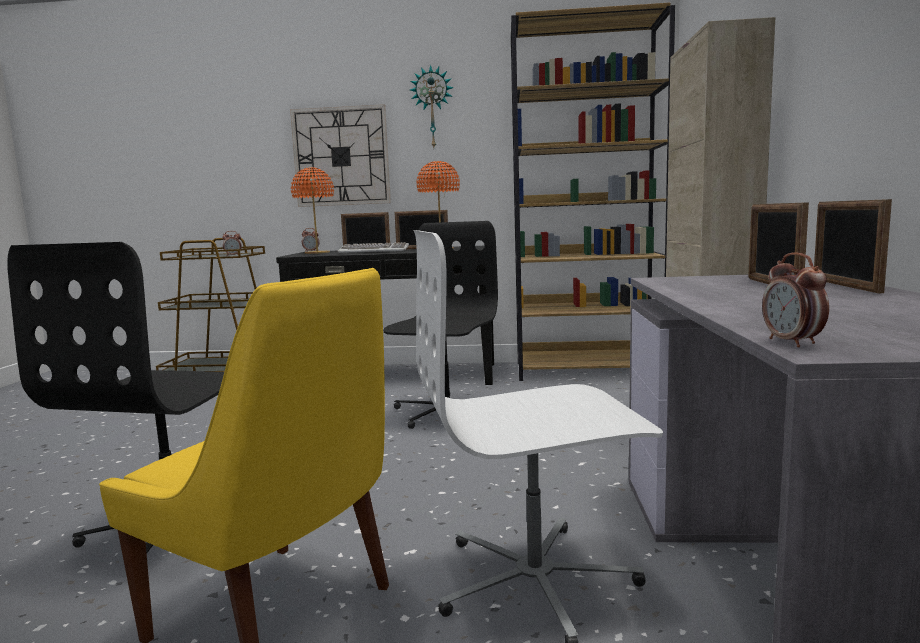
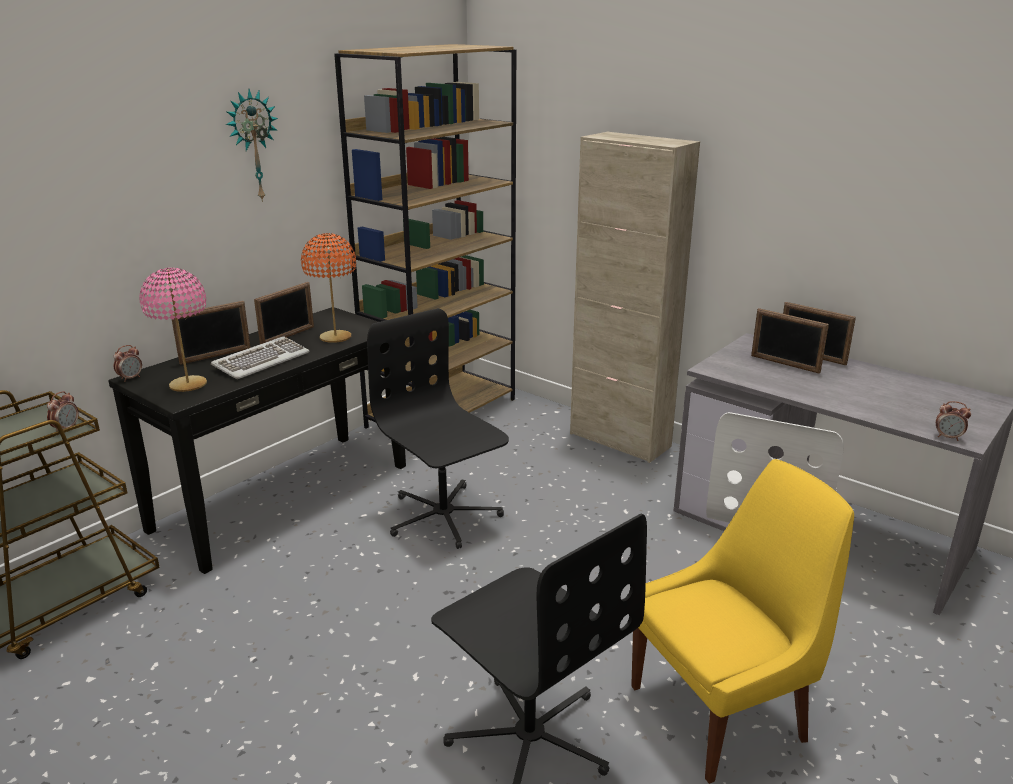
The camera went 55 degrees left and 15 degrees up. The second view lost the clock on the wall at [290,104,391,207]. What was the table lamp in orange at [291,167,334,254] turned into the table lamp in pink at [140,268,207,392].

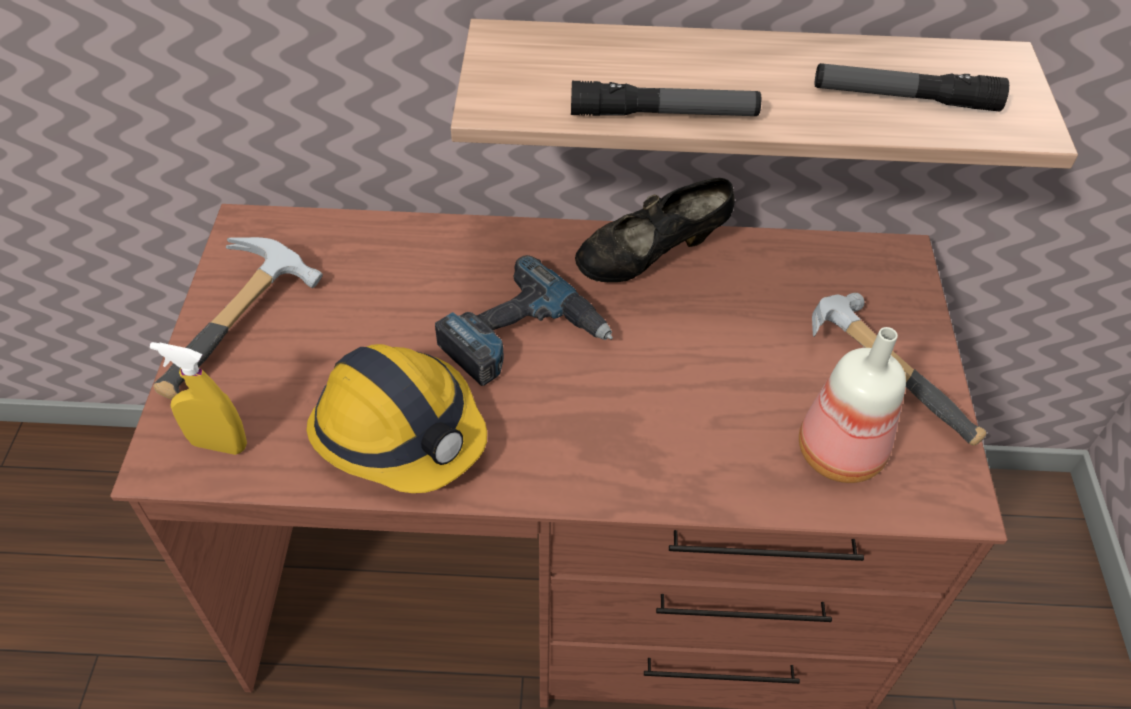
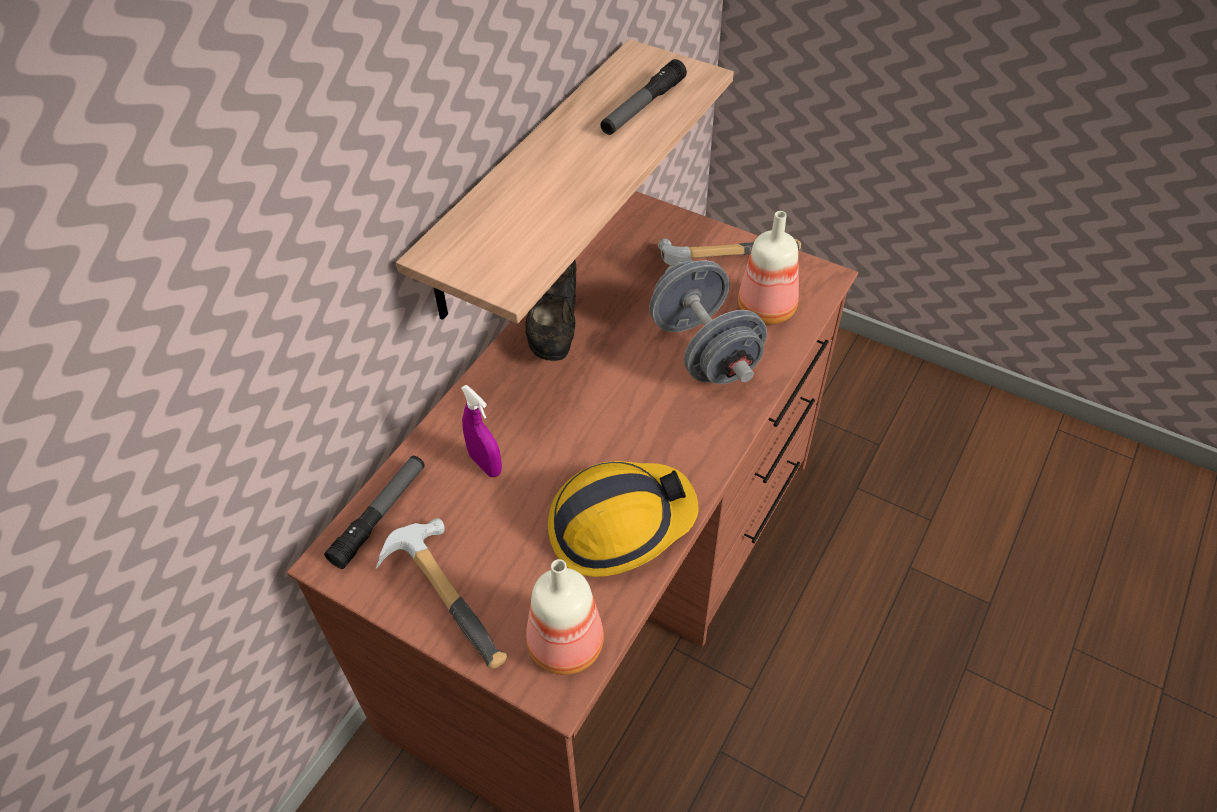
The camera went 60 degrees left and 0 degrees up. The flashlight ended up elsewhere, having gone from [571,81,761,116] to [324,456,425,569]. The second view lost the drill at [435,255,613,386]. Where the hand sprayer in yellow stood at [150,342,247,455], the drink bottle came to stand at [526,559,604,675]. The second view gained the dumbbell in greyish at [649,260,767,384]. The second view gained the hand sprayer in purplish at [461,385,502,477].

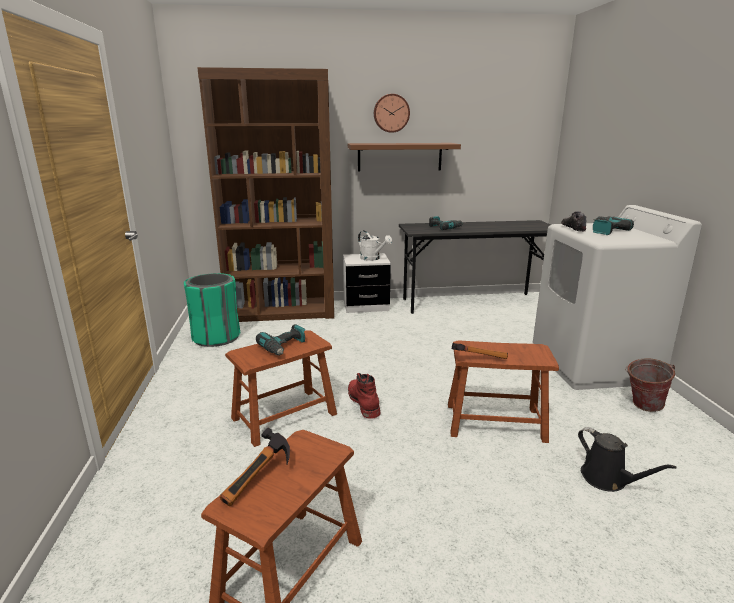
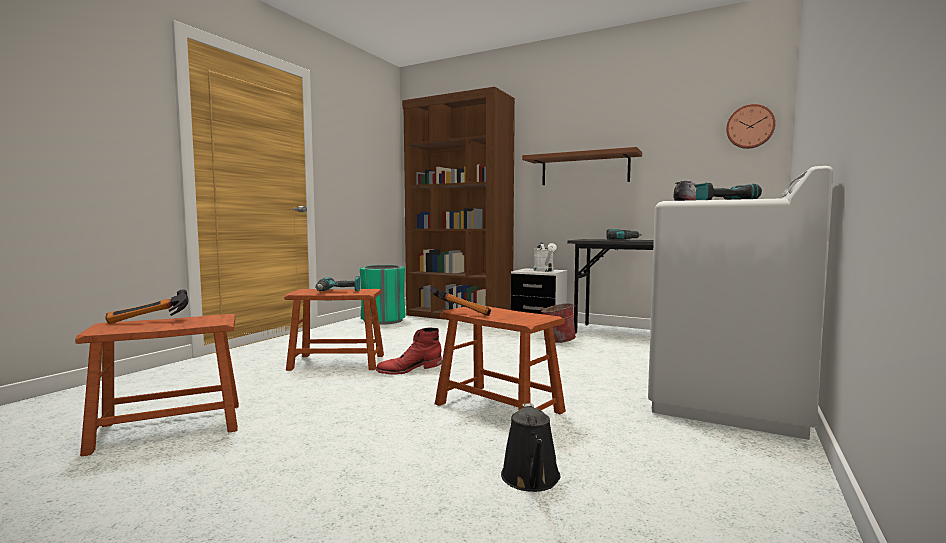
The camera went 35 degrees right and 15 degrees down. The clock on the wall ended up elsewhere, having gone from [374,94,410,133] to [726,104,776,149]. The bucket ended up elsewhere, having gone from [625,358,675,412] to [541,303,576,343]. The boot in red-coloured at [348,373,381,419] ended up facing another way, 135 degrees counterclockwise from before.

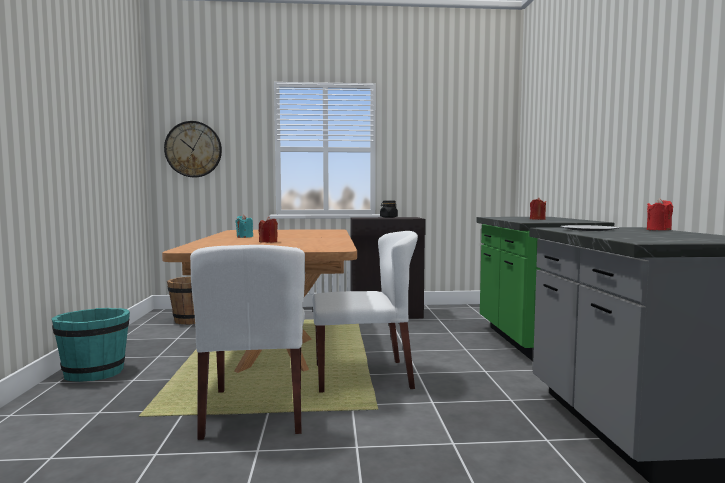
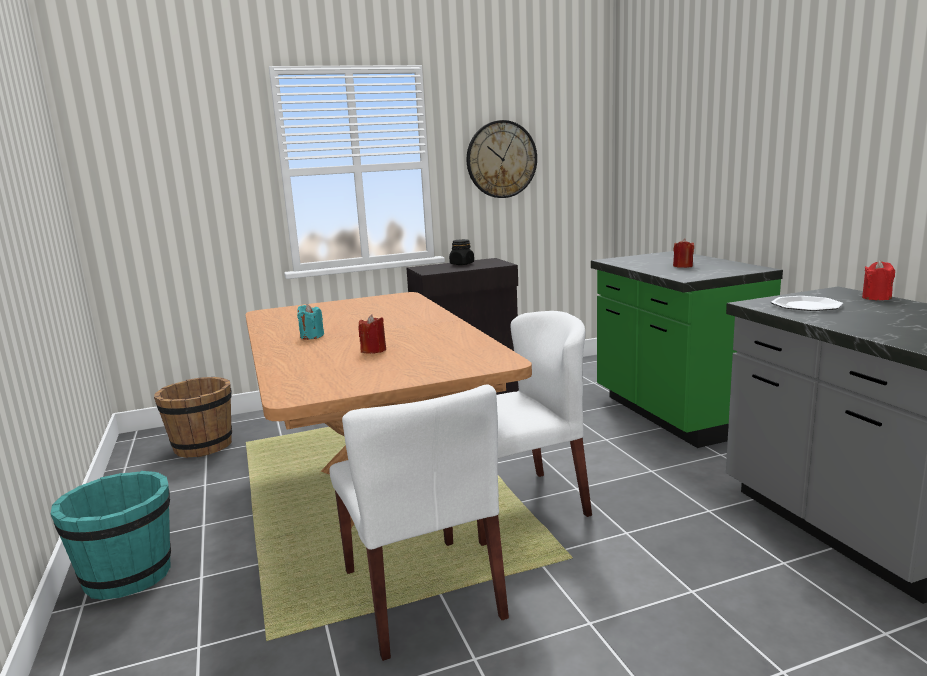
The camera went 15 degrees left and 10 degrees up. The clock on the wall ended up elsewhere, having gone from [164,121,222,178] to [466,120,537,198].

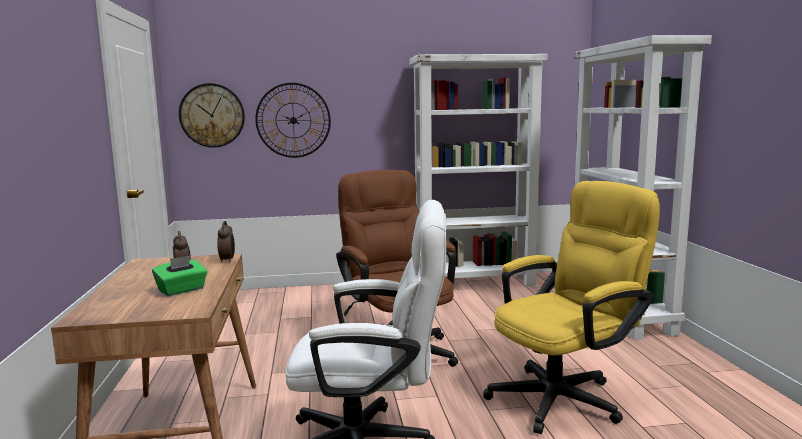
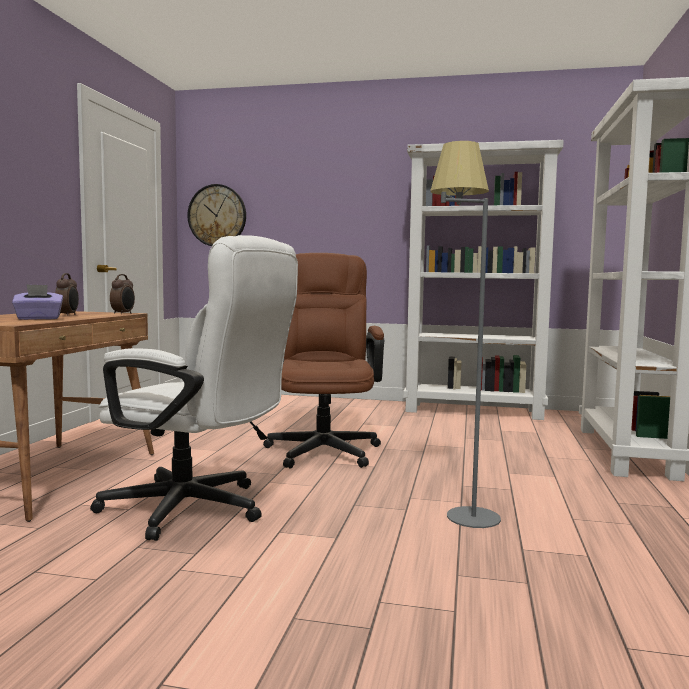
The camera went 20 degrees right and 5 degrees down. The second view lost the clock on the wall at [255,83,331,158]. Where the office chair in yellow stood at [483,181,660,434], the floor lamp in greyish came to stand at [430,141,501,528]. What was the box of tissues in green-coloured at [152,255,207,296] turned into the box of tissues in purplish at [12,284,63,320].

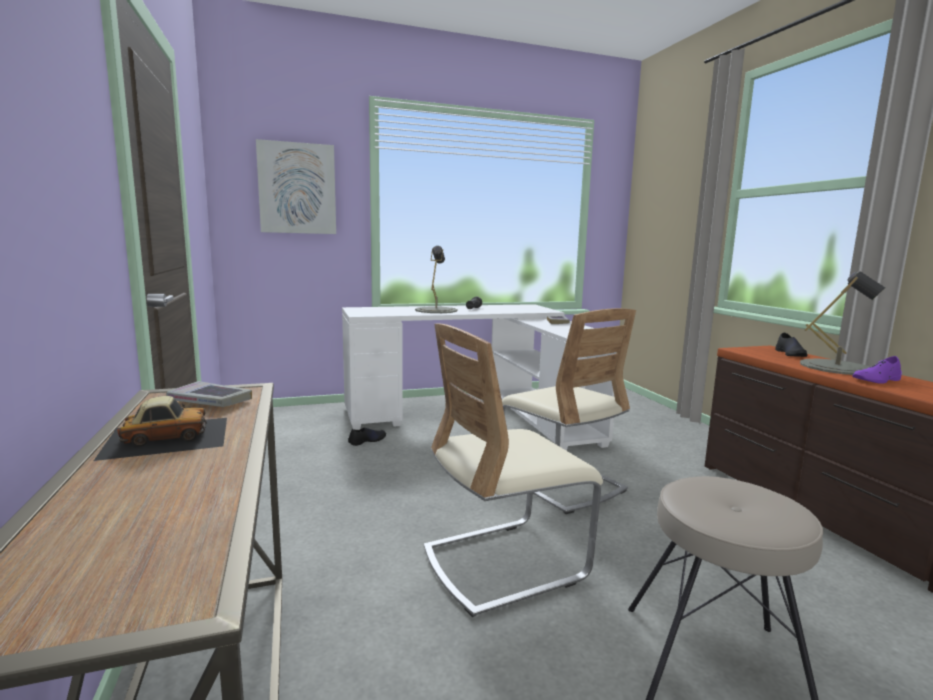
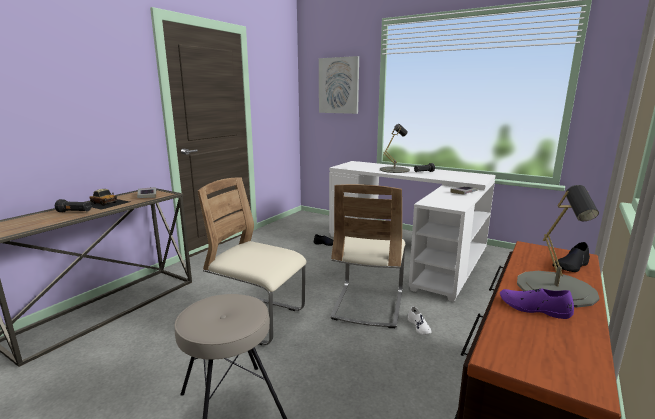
The camera went 50 degrees right and 5 degrees up. The second view gained the flashlight in black at [55,199,91,212]. The second view gained the shoe in white-coloured at [408,306,431,335].

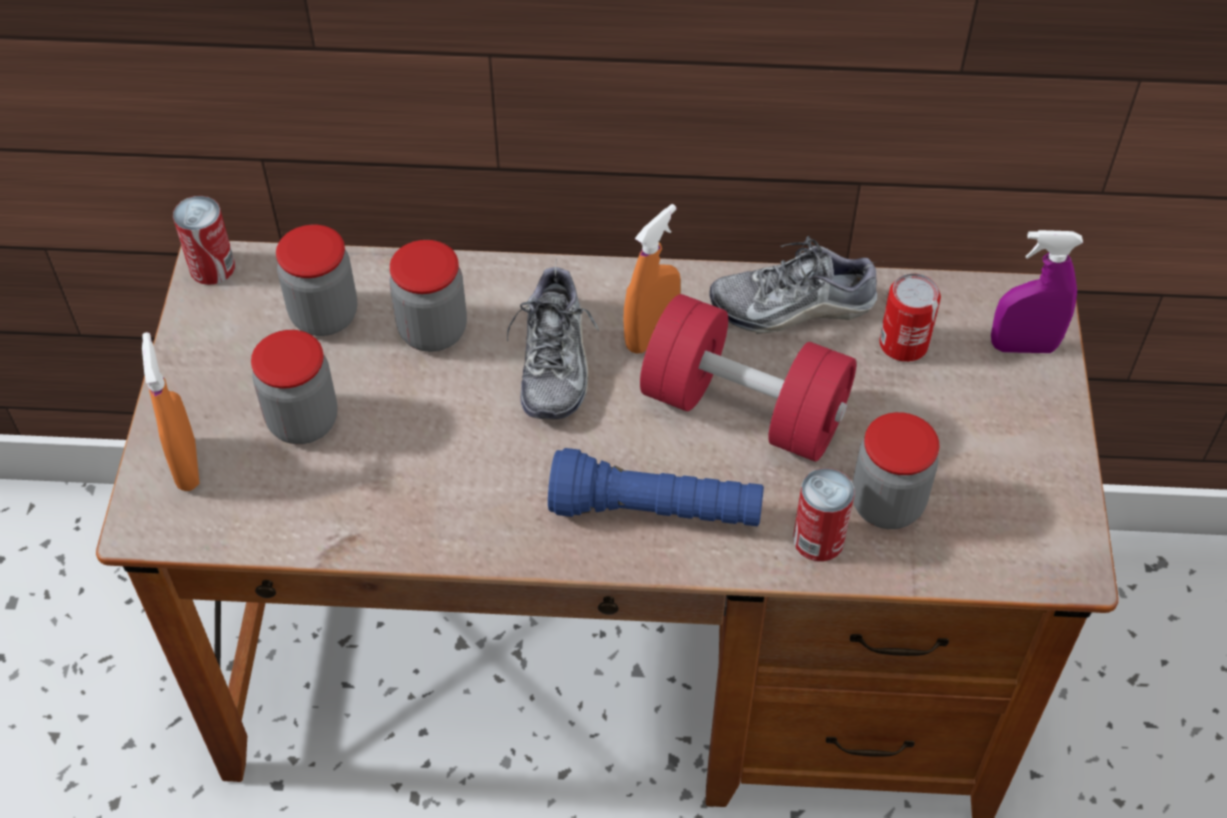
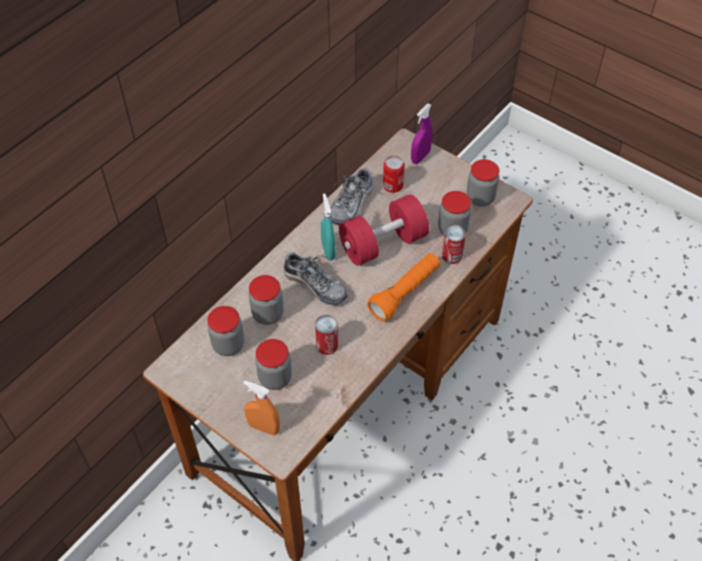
The camera went 55 degrees left and 0 degrees up. The sealed can ended up elsewhere, having gone from [173,196,235,285] to [315,315,338,355]. What was the hand sprayer in orange at [624,204,681,354] turned into the hand sprayer in turquoise-coloured at [321,193,335,260]. What was the flashlight in blue at [548,448,764,526] turned into the flashlight in orange at [367,253,440,321]. The second view gained the storage jar at [467,159,499,207].

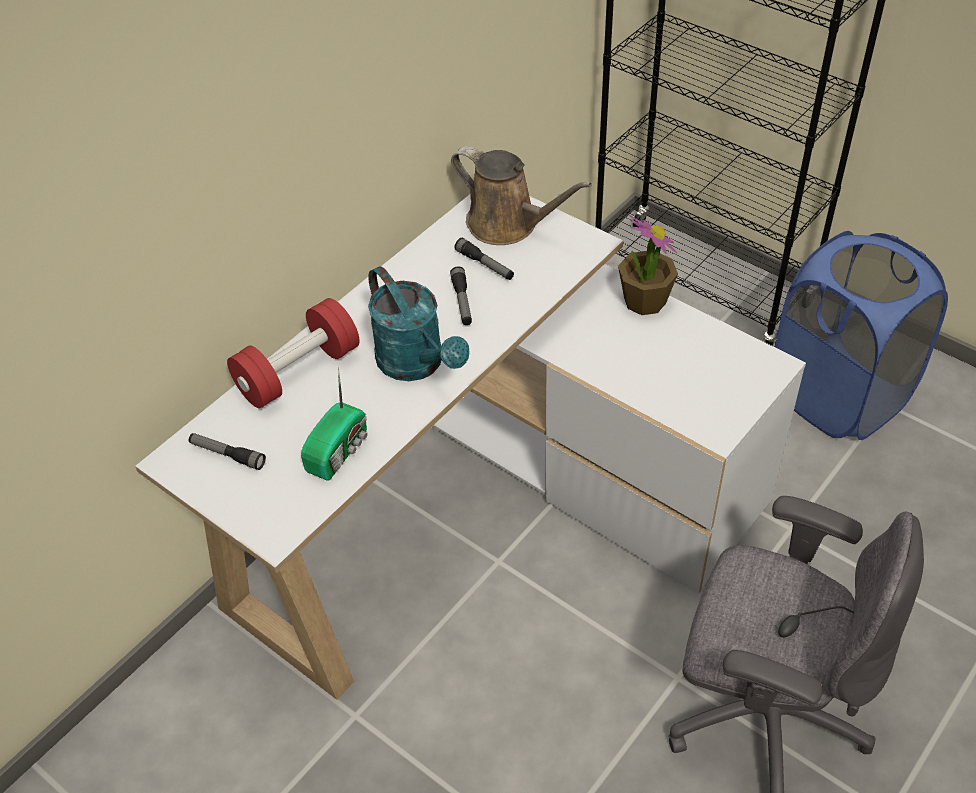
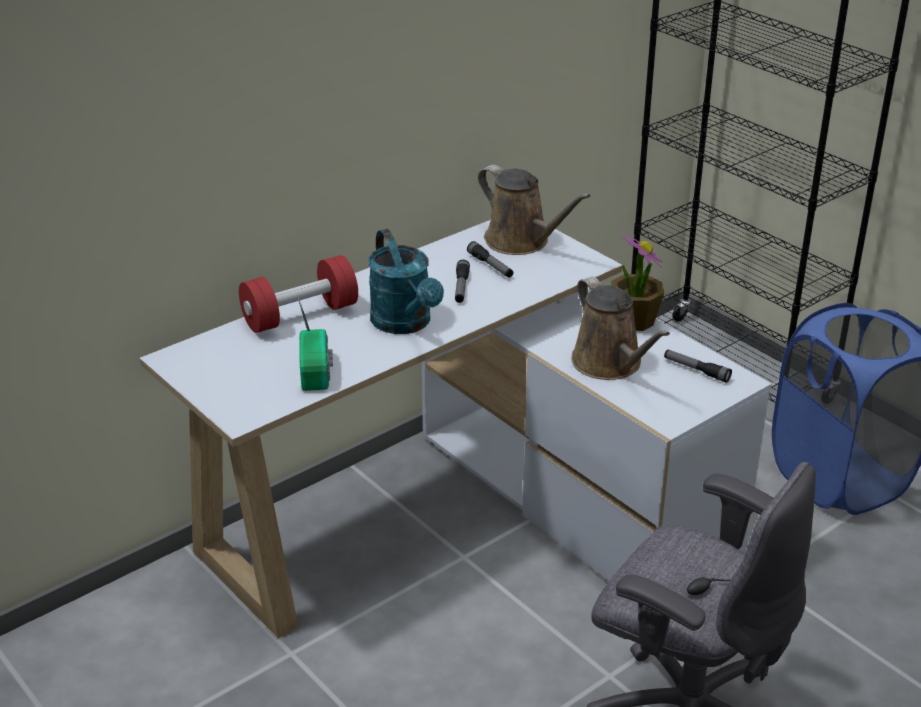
The camera went 10 degrees right and 15 degrees down. The radio receiver at [301,367,368,480] ended up facing another way, 45 degrees counterclockwise from before. The flashlight ended up elsewhere, having gone from [188,433,266,470] to [664,350,732,383]. The second view gained the sprinkling can in brown at [571,276,670,380].

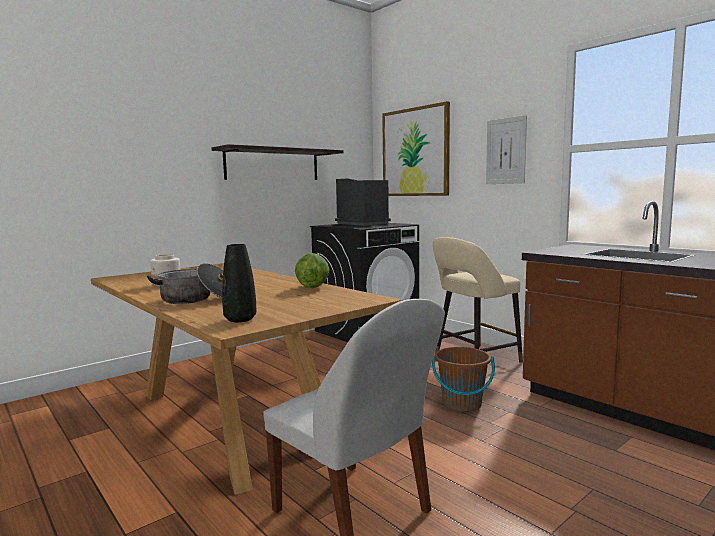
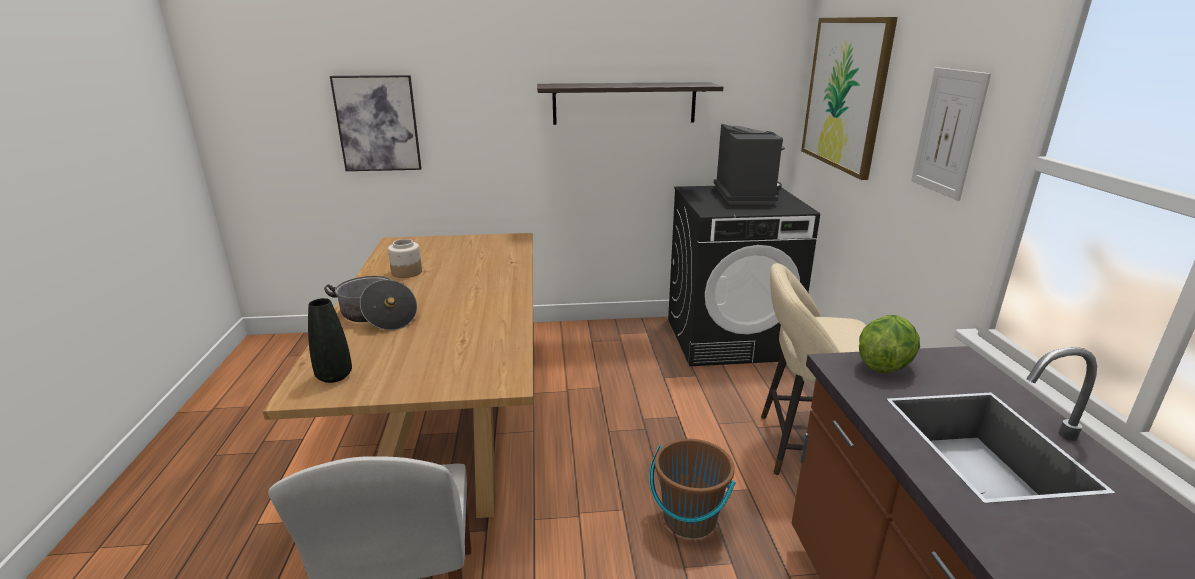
The camera went 35 degrees right and 15 degrees up. The lettuce head ended up elsewhere, having gone from [295,253,329,288] to [859,315,920,373]. The second view gained the picture at [330,75,422,171].

